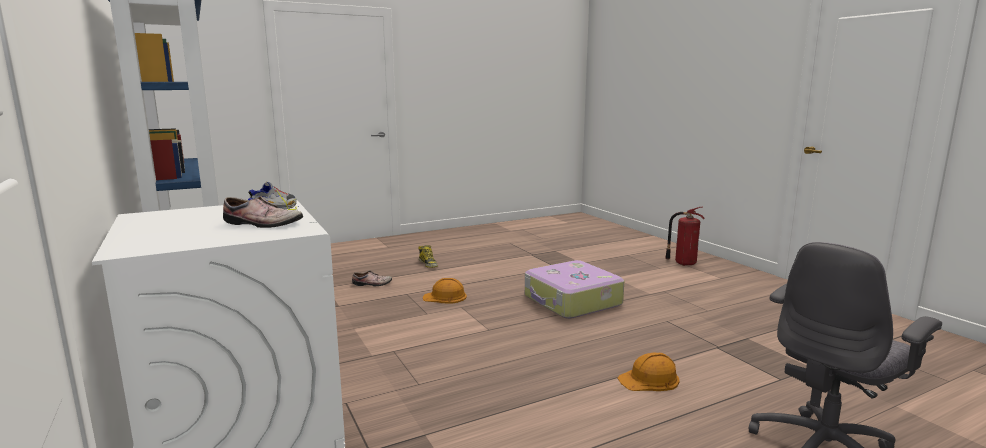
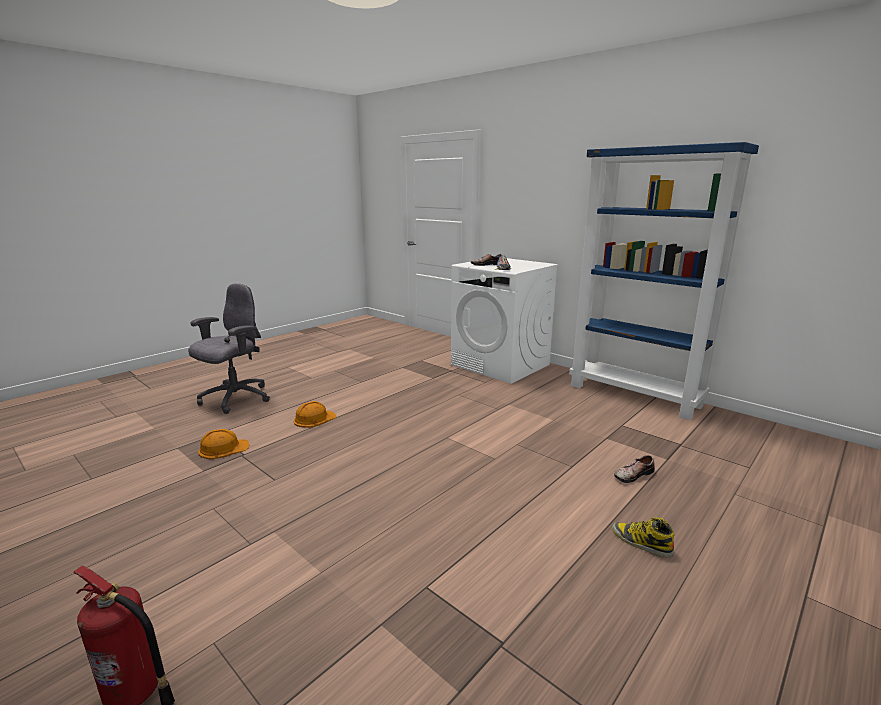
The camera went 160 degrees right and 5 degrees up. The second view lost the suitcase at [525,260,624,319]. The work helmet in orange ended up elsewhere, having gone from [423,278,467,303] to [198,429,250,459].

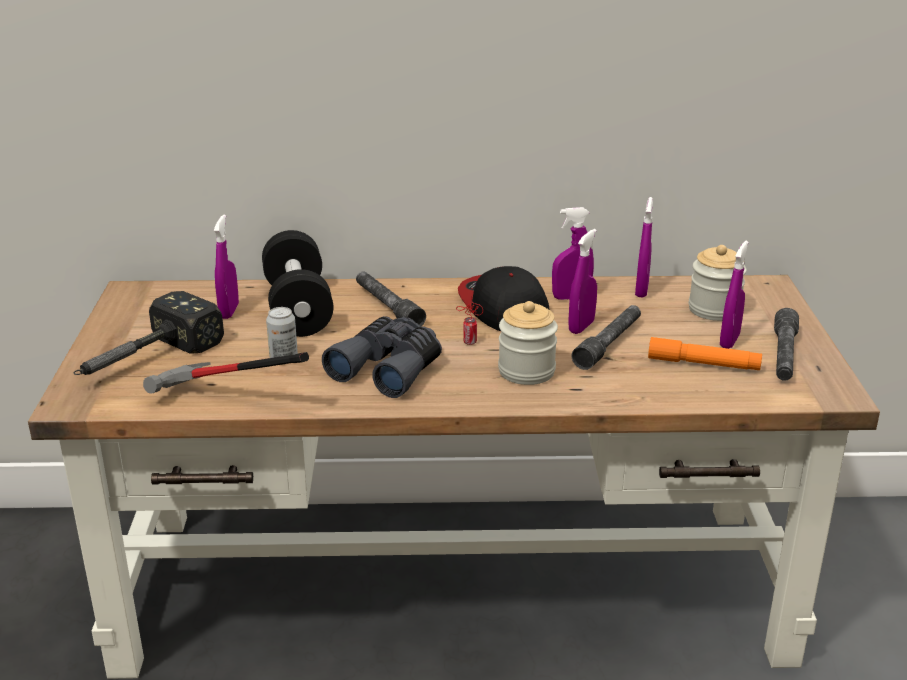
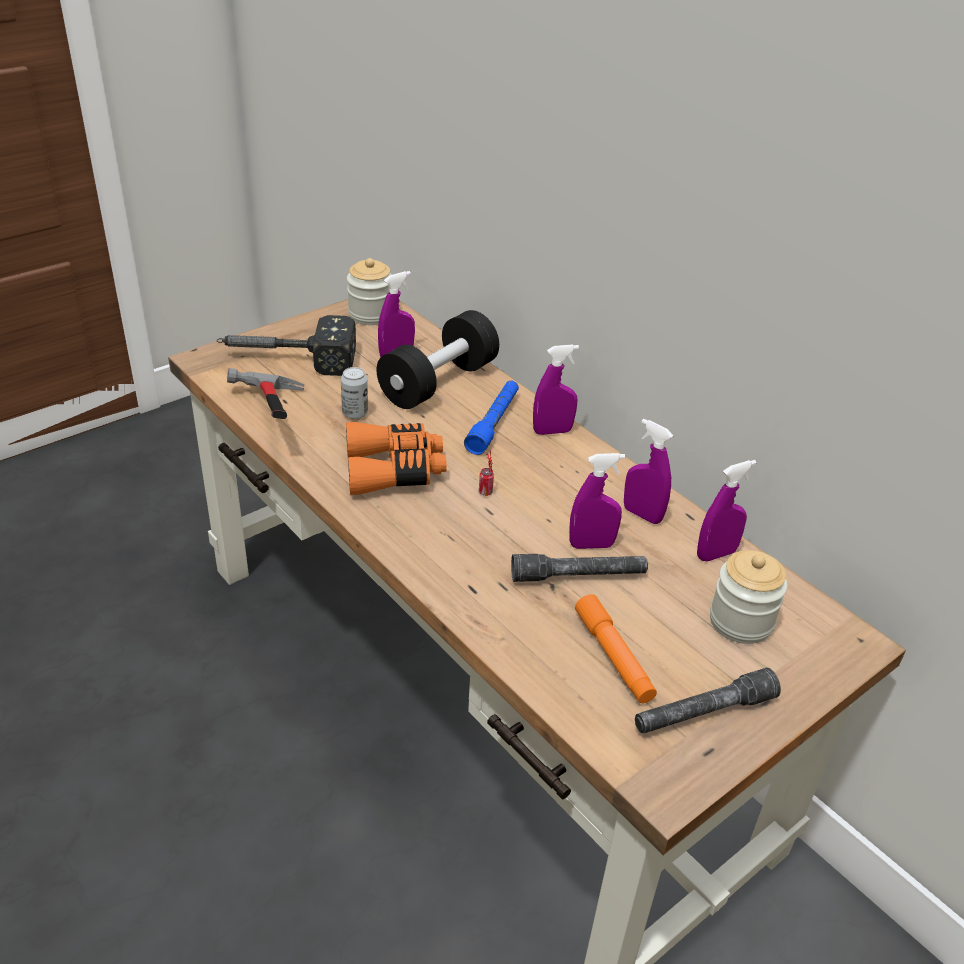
The camera went 50 degrees right and 10 degrees up. The hand sprayer in purplish ended up elsewhere, having gone from [720,241,748,349] to [533,344,579,435]. The second view lost the baseball cap at [458,266,550,331]. What was the flashlight in greyish at [356,271,426,326] turned into the flashlight in blue at [464,380,519,455]. The storage jar ended up elsewhere, having gone from [498,301,558,385] to [347,258,392,325]. What was the field glasses in greyish at [322,316,442,398] turned into the field glasses in orange at [346,422,447,495].

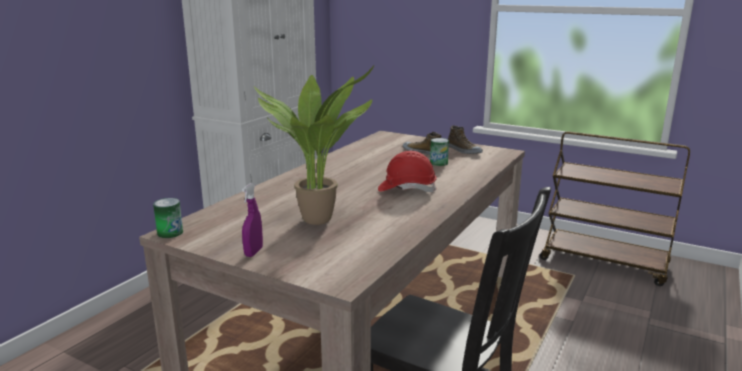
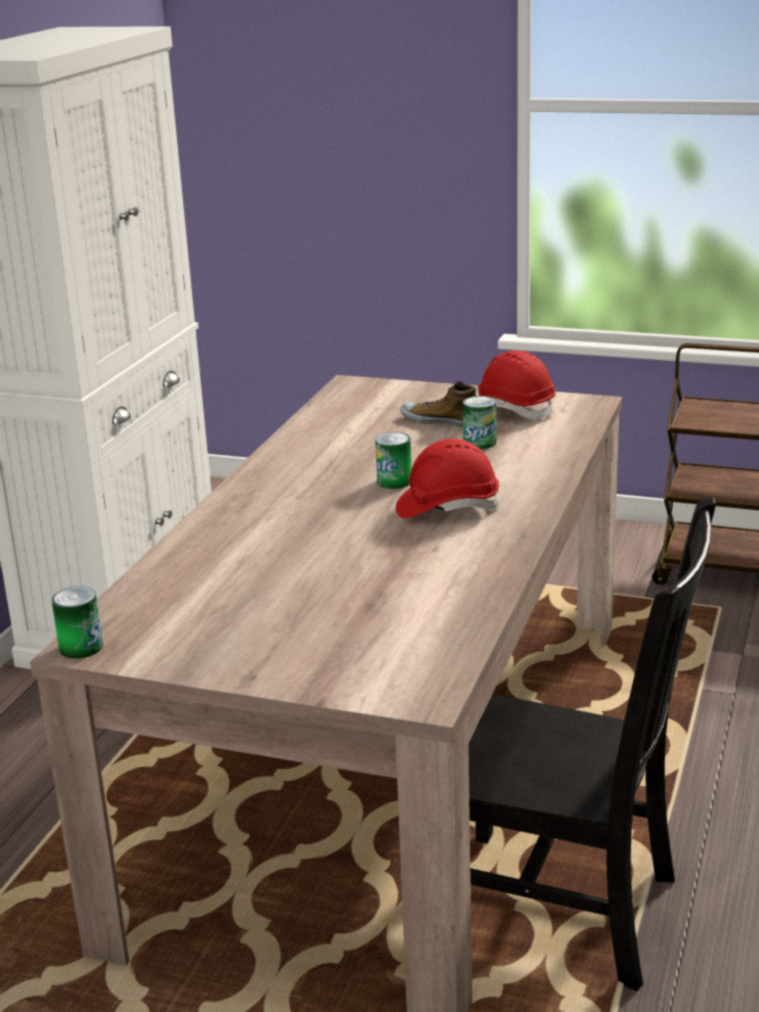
The camera went 10 degrees left and 5 degrees up. The second view lost the potted plant at [254,66,374,225]. Where the shoe stood at [448,125,483,154], the work helmet in red-coloured came to stand at [478,350,556,419]. The second view lost the hand sprayer in purplish at [242,183,263,257]. The second view gained the sealed can at [375,432,411,489].

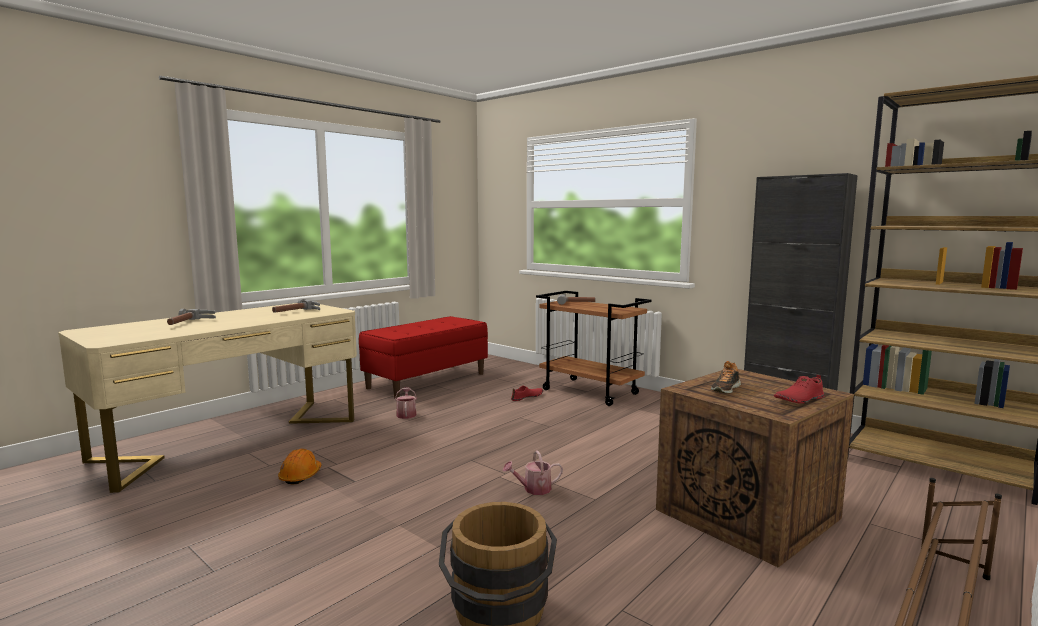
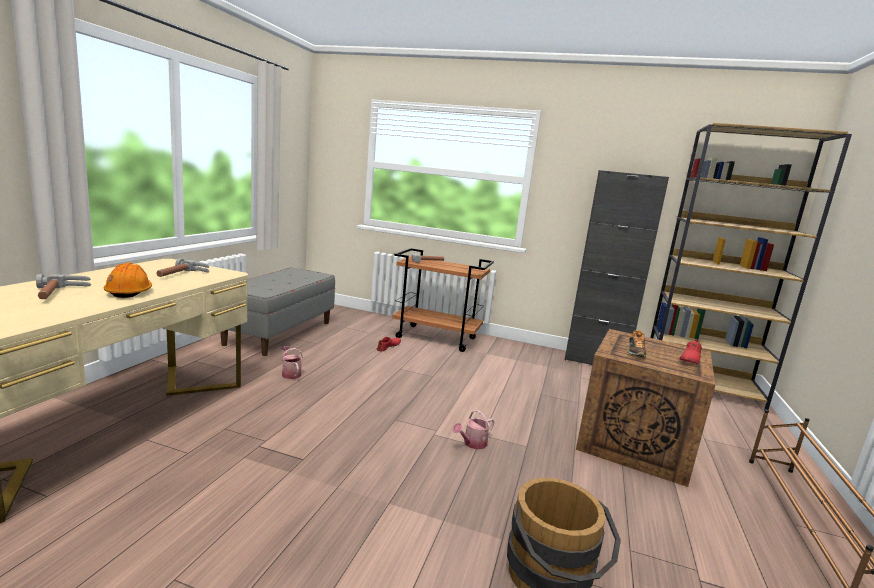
The camera went 25 degrees left and 5 degrees up. What was the indoor bench in red-coloured at [359,316,488,399] turned into the indoor bench in greyish at [220,267,335,356]. The work helmet in orange ended up elsewhere, having gone from [278,449,322,484] to [103,263,152,298].

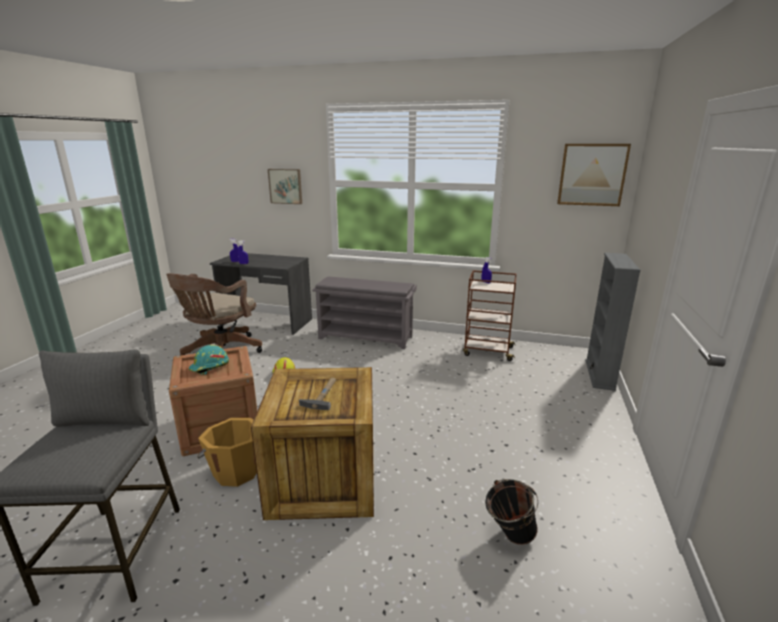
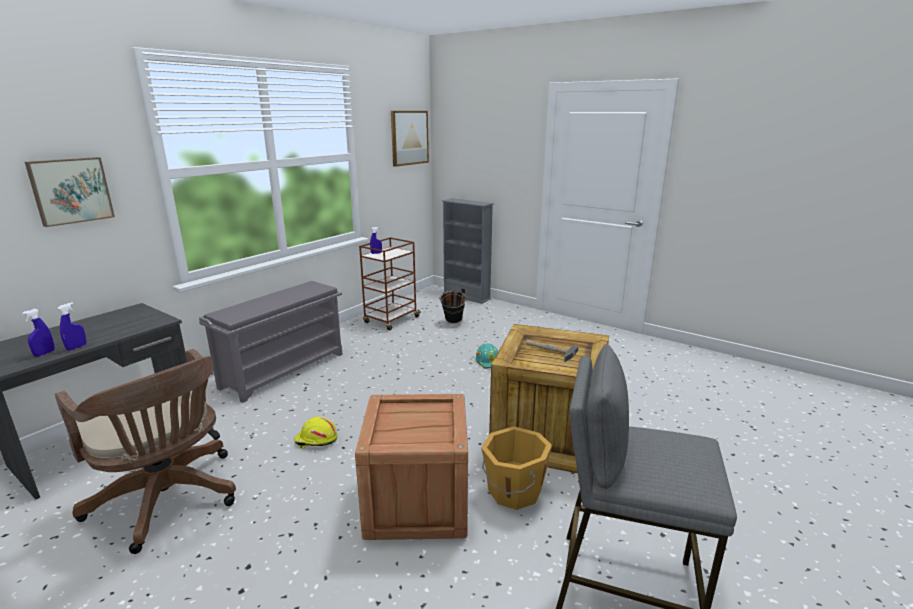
The camera went 70 degrees left and 0 degrees up. The work helmet in turquoise-coloured ended up elsewhere, having gone from [189,345,229,375] to [476,343,498,369]. The bucket in black ended up elsewhere, having gone from [485,479,538,545] to [439,290,467,323].

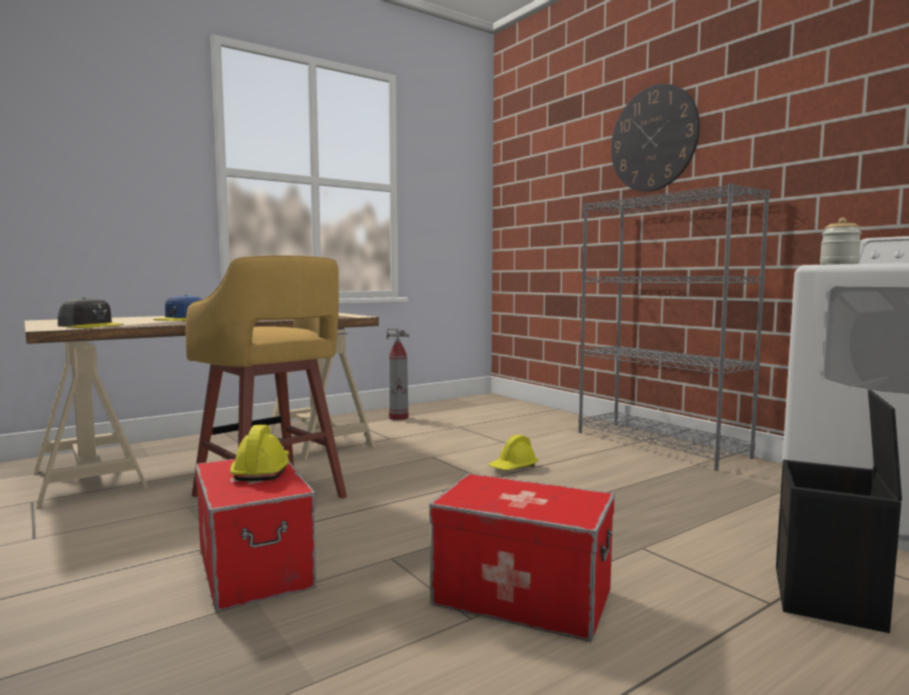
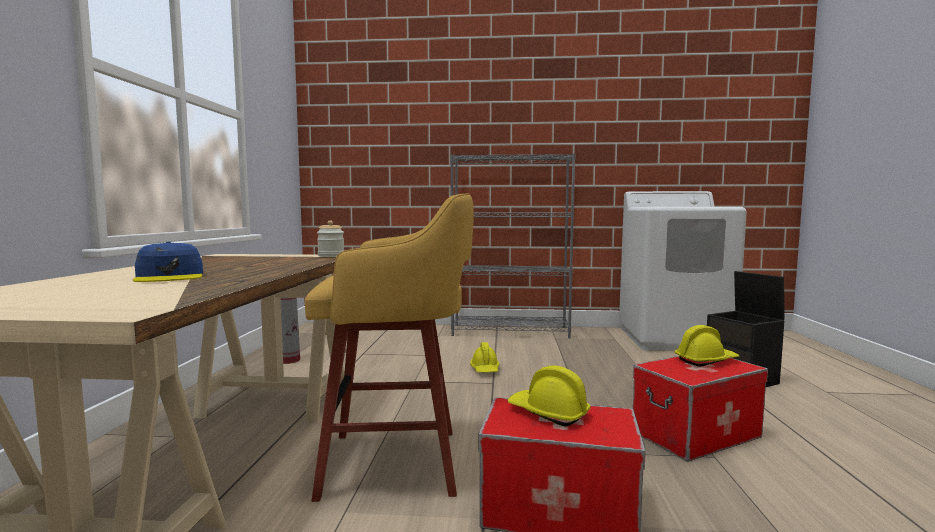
The camera went 50 degrees left and 0 degrees up. The second view lost the clock on the wall at [611,84,700,192]. The storage jar ended up elsewhere, having gone from [820,218,862,265] to [317,220,344,257]. The second view lost the baseball cap in greyish at [58,298,124,328]. The second view gained the work helmet in yellow at [674,325,739,367].

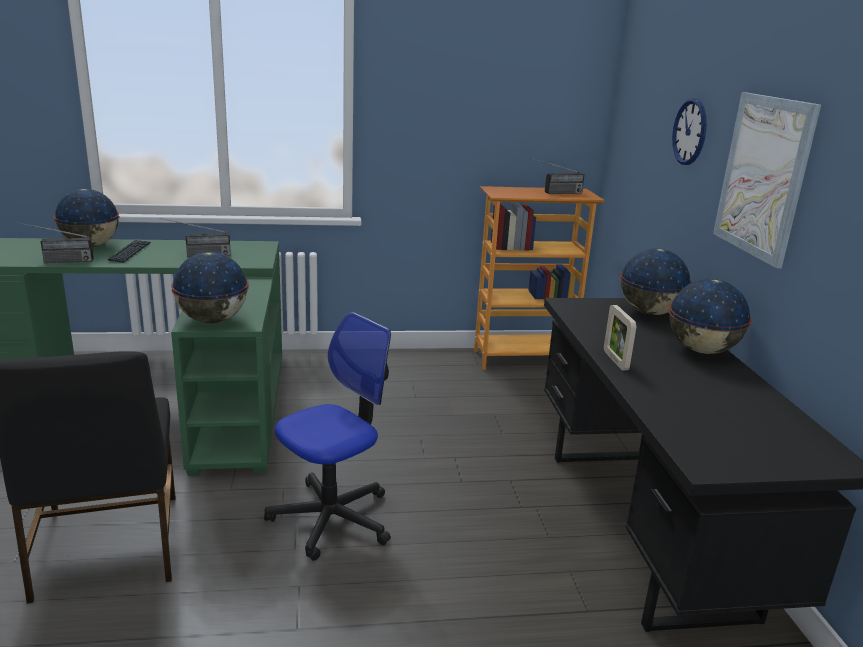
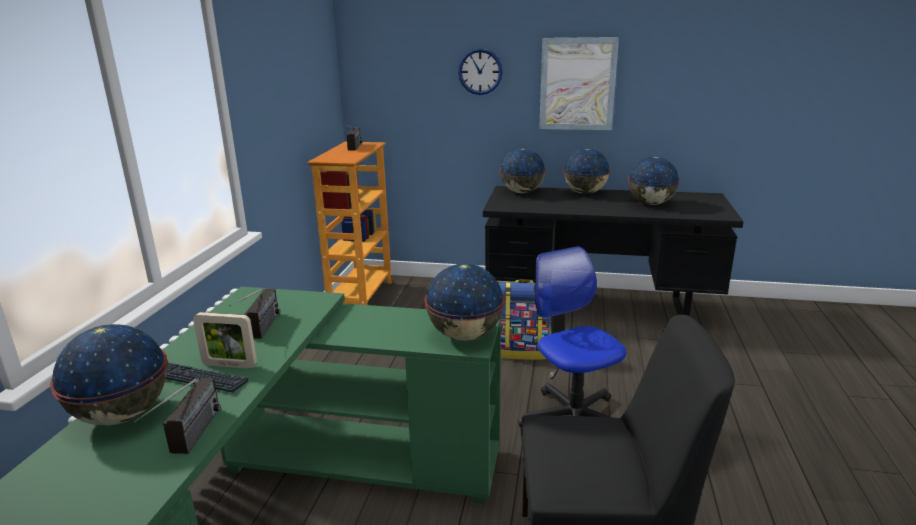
The camera went 70 degrees left and 0 degrees up. The picture frame ended up elsewhere, having gone from [604,305,637,370] to [193,312,257,369]. The second view gained the desk globe at [628,156,680,205]. The second view gained the backpack at [498,280,550,360].

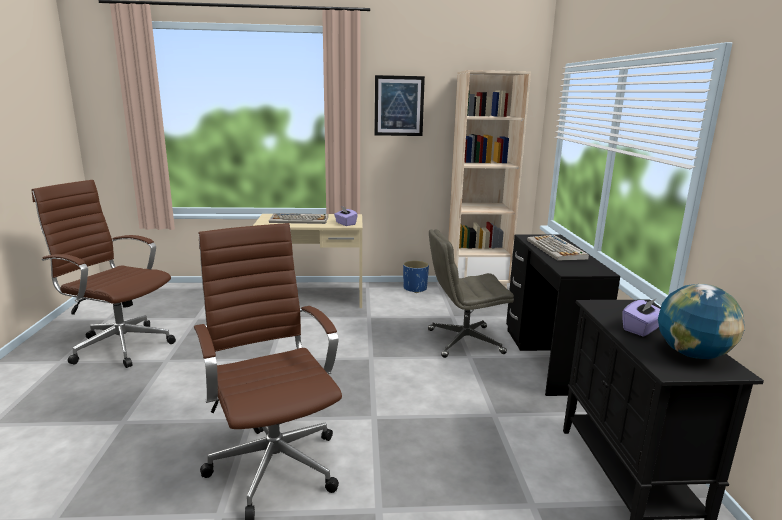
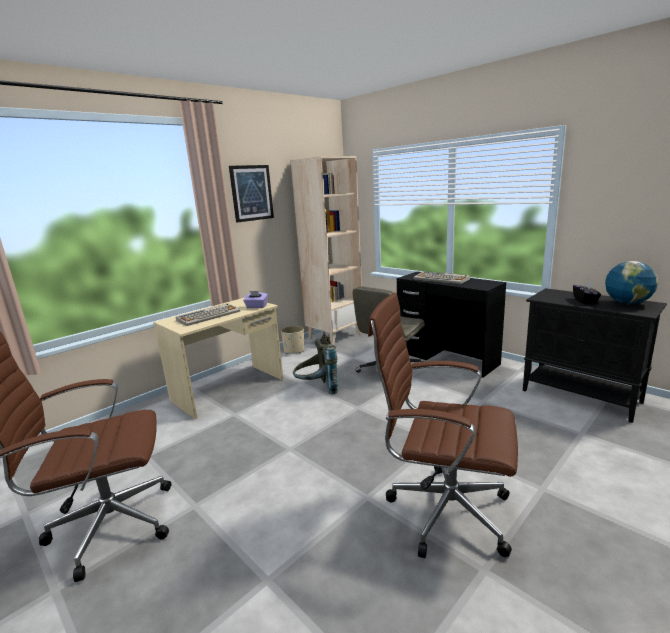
The camera went 40 degrees left and 0 degrees up. What was the plant pot in blue at [403,260,429,293] turned into the plant pot in beige-coloured at [281,326,304,354]. What was the box of tissues in purplish at [623,299,660,336] turned into the box of tissues in black at [573,281,601,304]. The second view gained the backpack in greyish at [293,331,338,394].

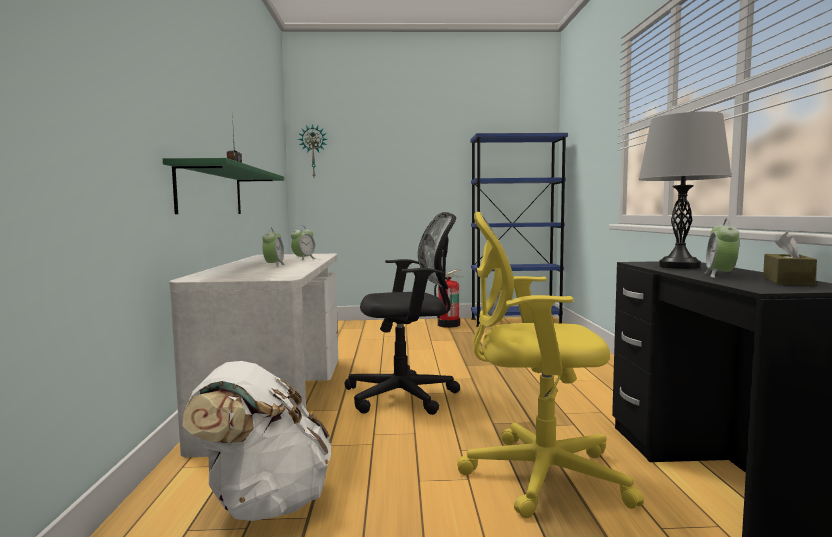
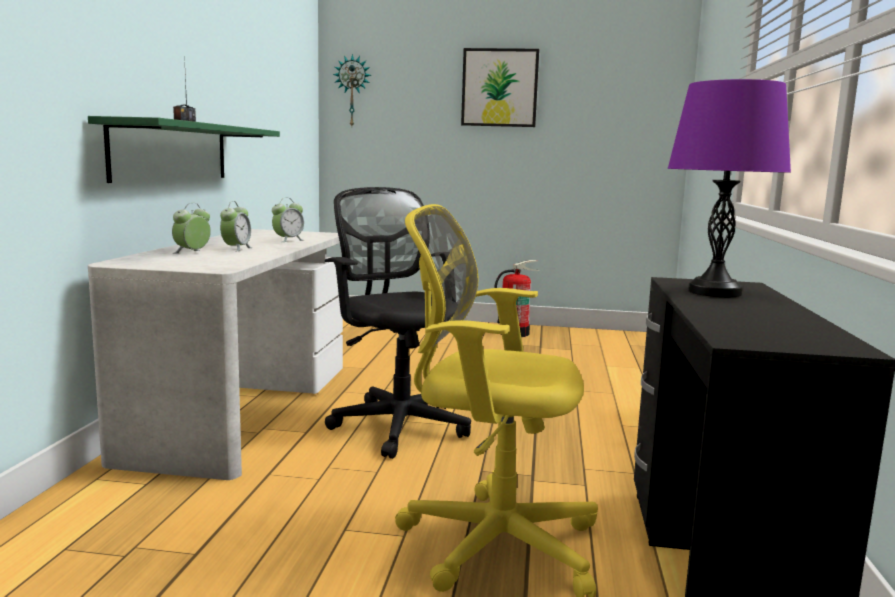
The camera went 10 degrees right and 5 degrees up. What was the table lamp in greyish at [638,111,732,269] turned into the table lamp in purplish at [668,79,791,297]. The second view lost the shelving unit in blue at [470,133,568,327]. The office chair in black at [345,212,460,415] ended up facing another way, 120 degrees counterclockwise from before. The bedside clock ended up elsewhere, having gone from [705,218,739,278] to [172,203,211,254]. The second view lost the box of tissues in brown at [763,232,817,286]. The second view lost the backpack in white-coloured at [182,361,332,521]. The second view gained the picture at [461,48,539,127].

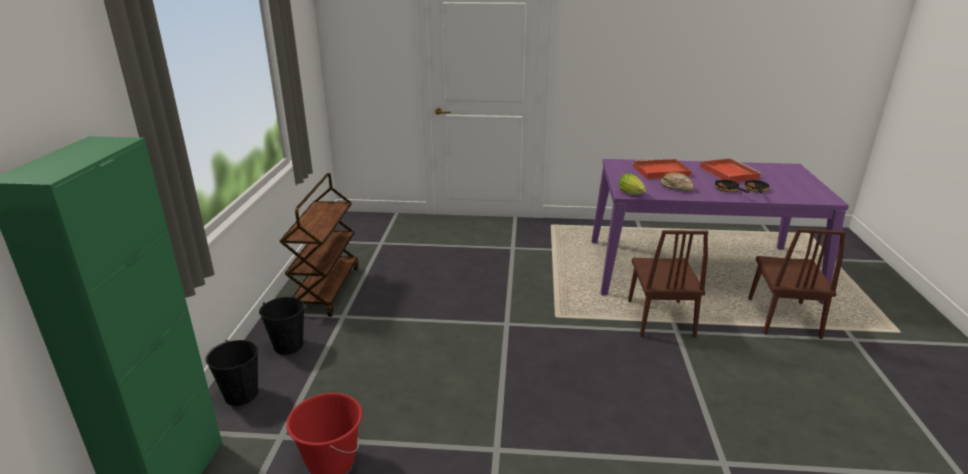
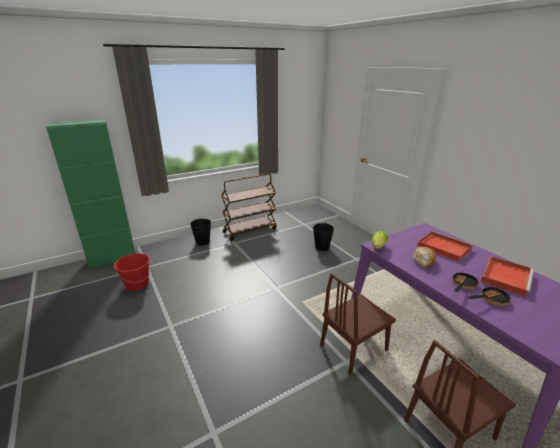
The camera went 55 degrees right and 0 degrees up. The bucket in black ended up elsewhere, having gone from [205,340,258,406] to [313,223,334,251].

